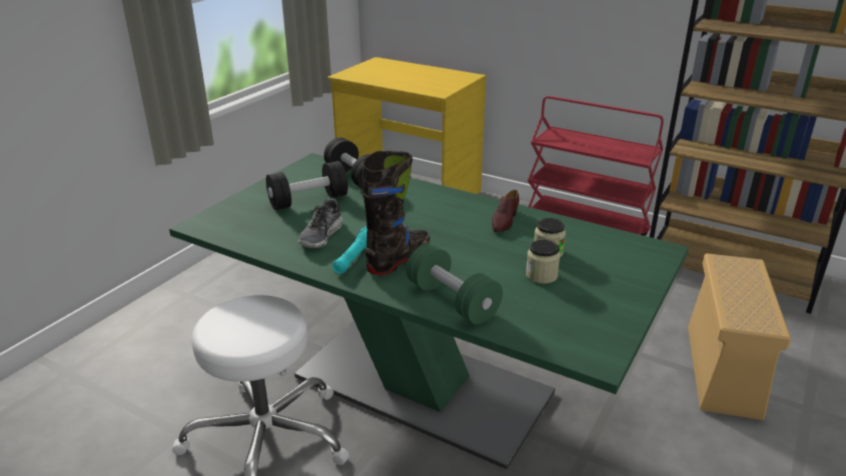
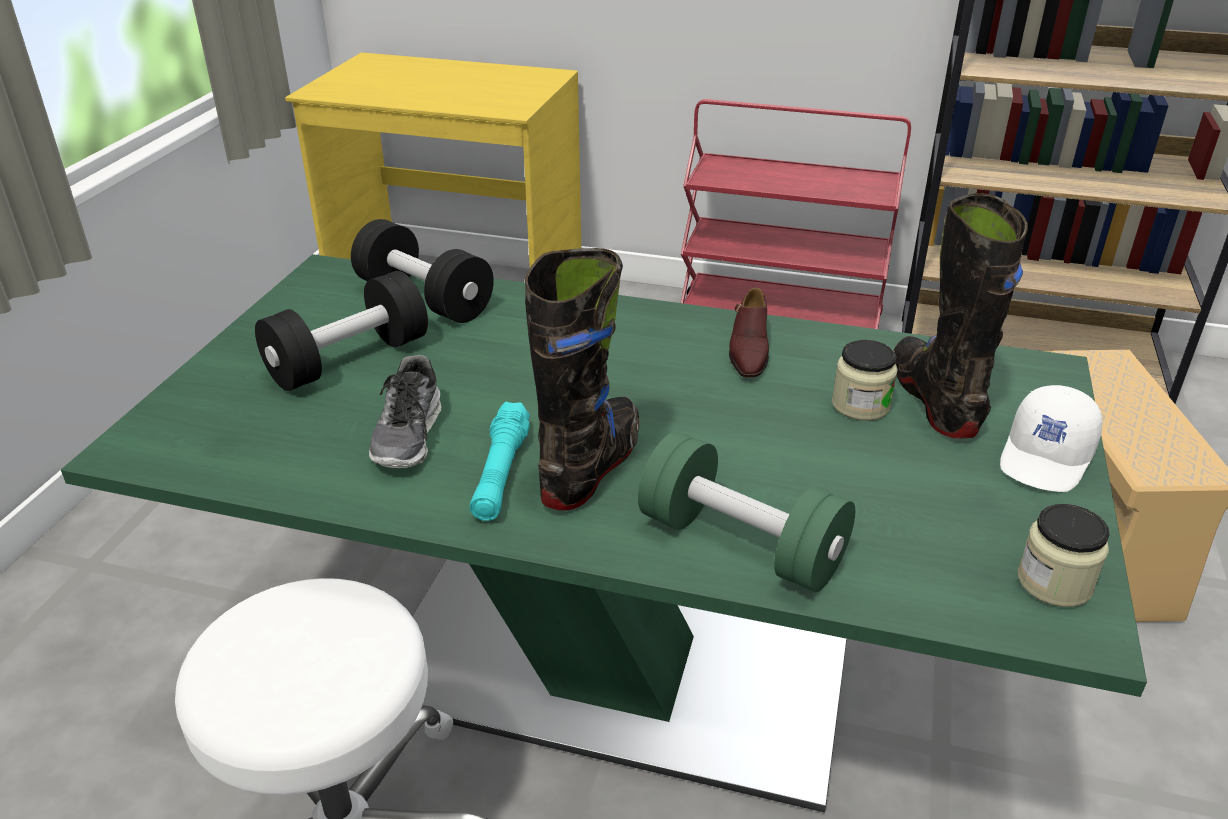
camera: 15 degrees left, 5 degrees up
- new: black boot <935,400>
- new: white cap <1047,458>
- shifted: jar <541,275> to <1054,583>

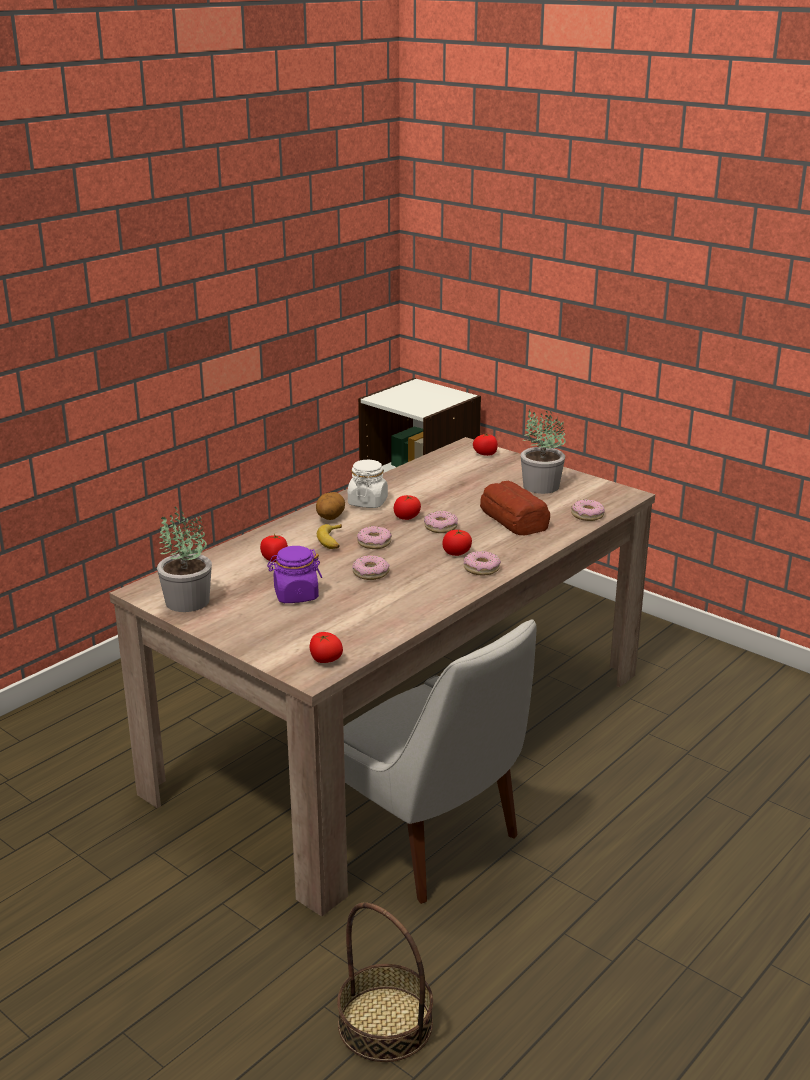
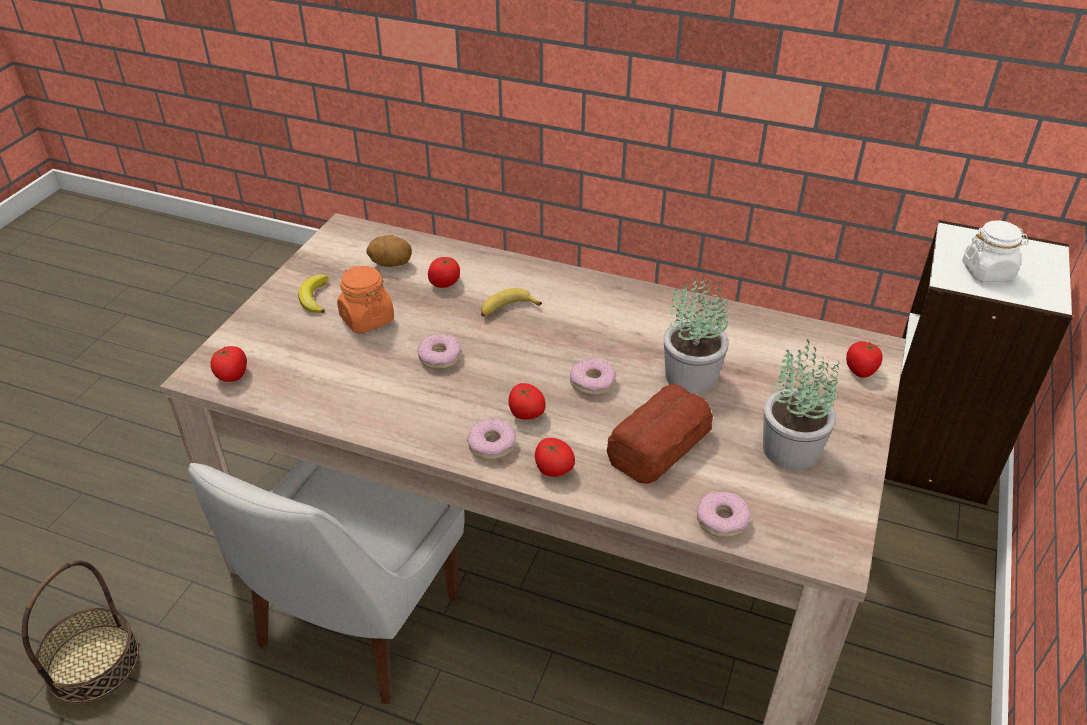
camera: 70 degrees right, 15 degrees up
- gone: donut <374,543>
- new: banana <314,297>
- shifted: potted plant <186,601> to <690,375>
- shifted: potato <330,518> to <391,264>
- shifted: white jar <367,502> to <987,272>
- shifted: tomato <407,517> to <553,469>
- repainted: purple jar <296,595> to orange jar <367,319>

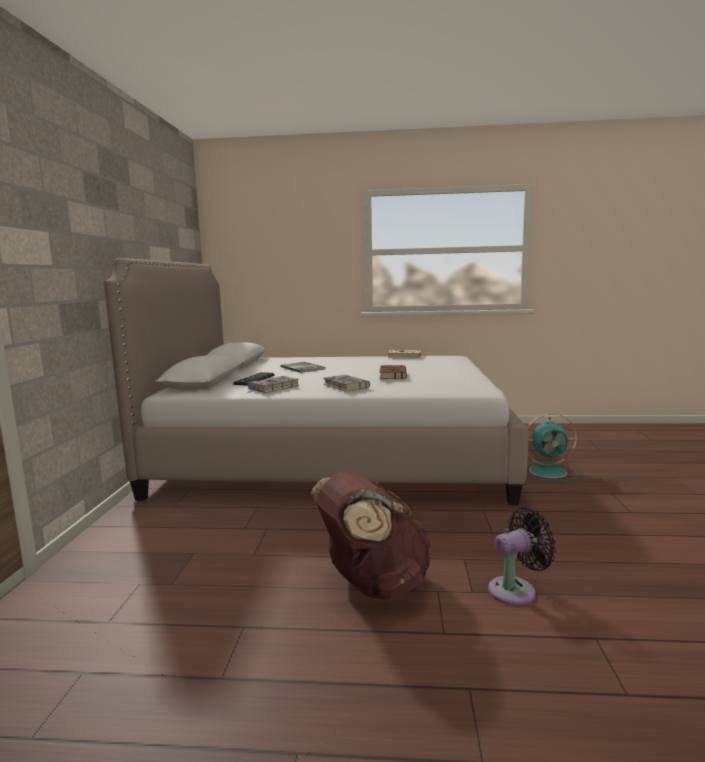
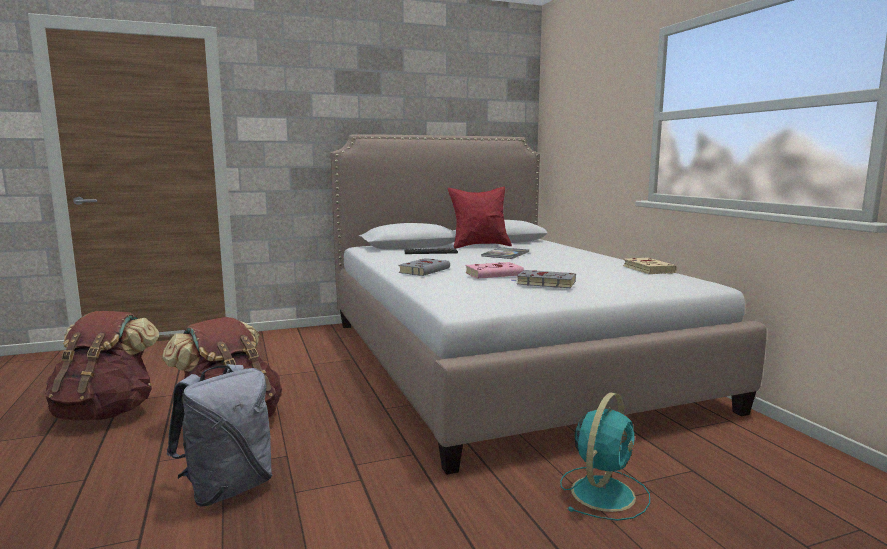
camera: 65 degrees right, 0 degrees up
- new: brown backpack <106,412>
- new: red pillow <479,246>
- shifted: grey book <273,388> to <544,283>
- swapped: black fan <516,590> to grey backpack <228,488>
- repainted: brown book <392,375> to pink book <495,274>
- rotated: turquoise fan <549,471> = <604,492> 120 degrees counterclockwise

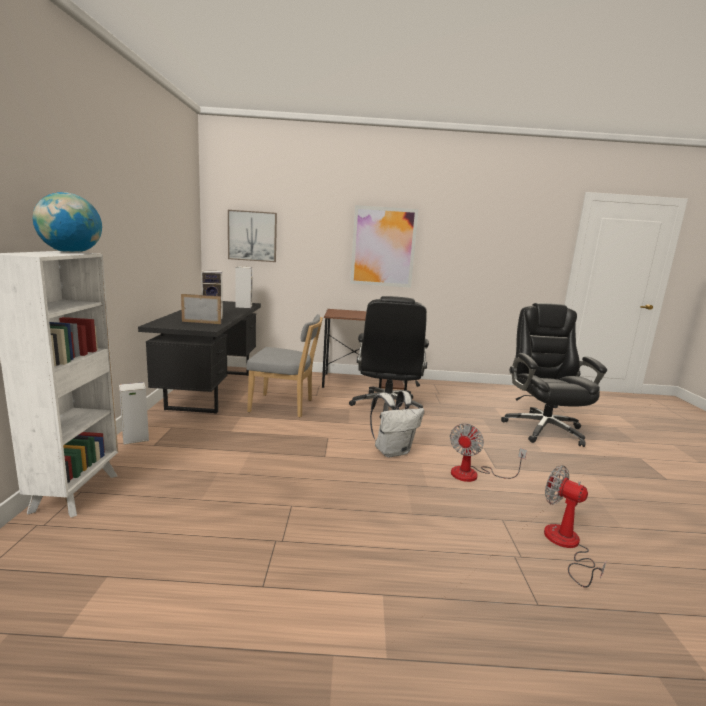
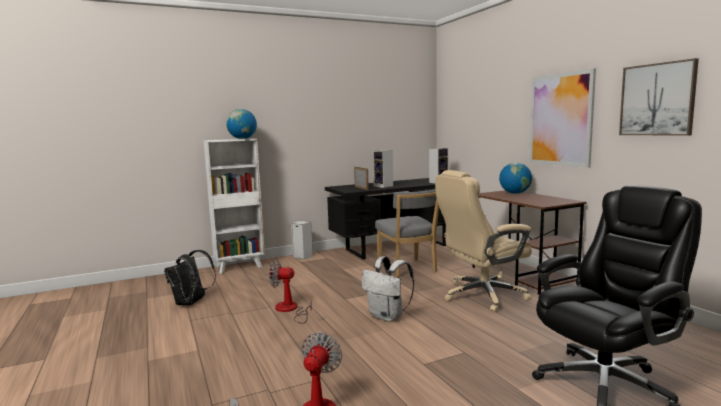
camera: 65 degrees right, 5 degrees down
- new: black backpack <191,303>
- new: globe <515,193>
- shifted: picture <252,236> to <657,99>
- shifted: fan <473,474> to <290,310>
- repainted: black office chair <387,407> to beige office chair <482,295>

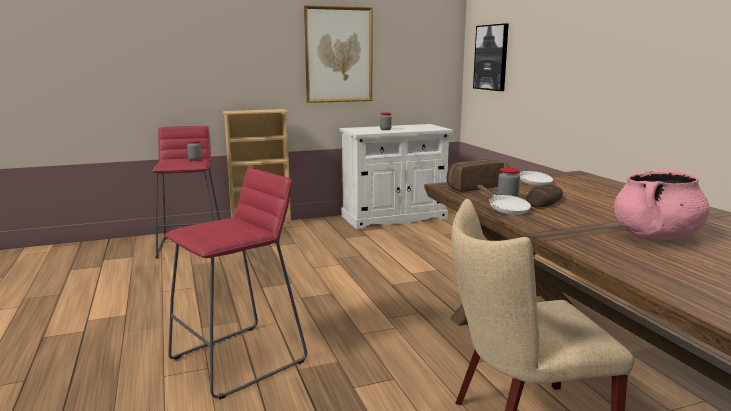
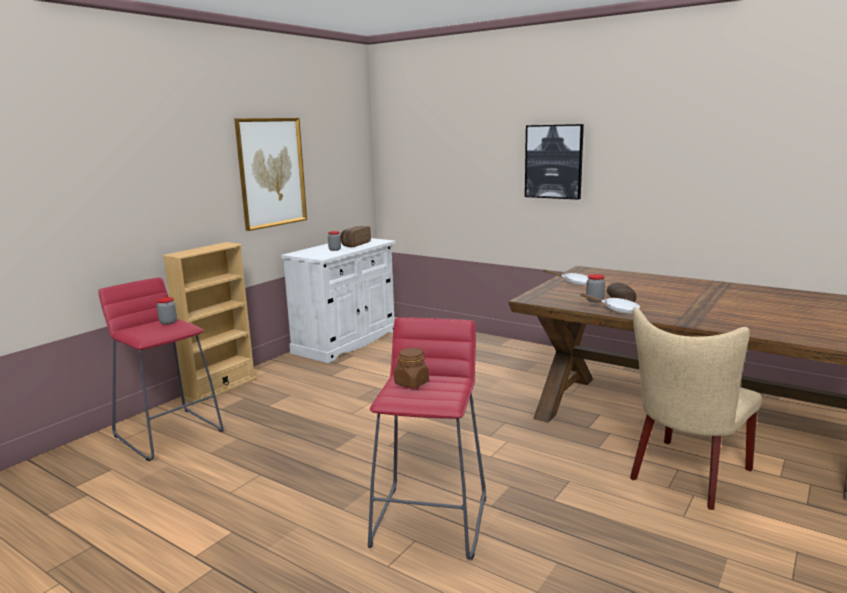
camera: 35 degrees left, 0 degrees up
- gone: pink cooking pot <655,236>
- new: brown jar <411,383>
- shifted: bread <472,187> to <354,244>
- shifted: picture <491,57> to <554,161>

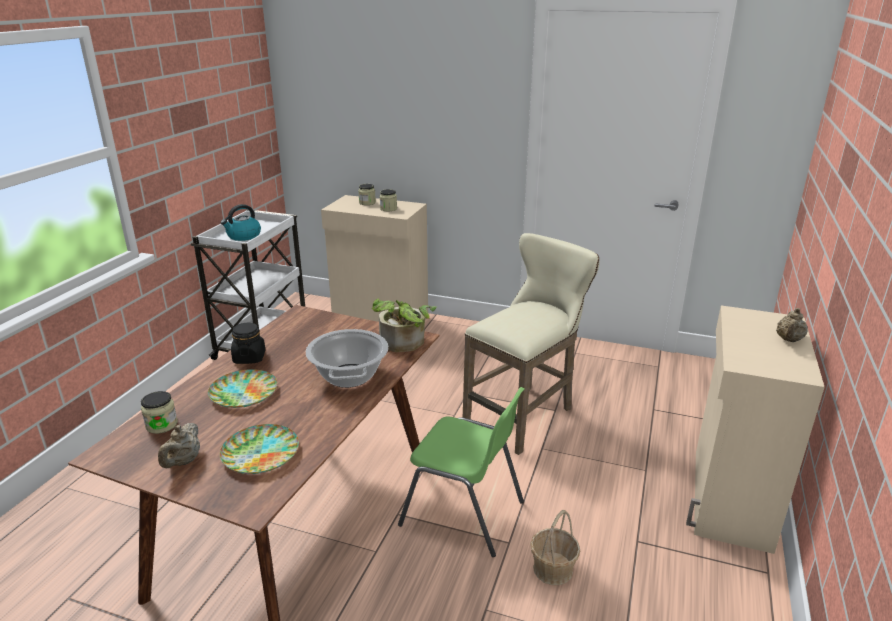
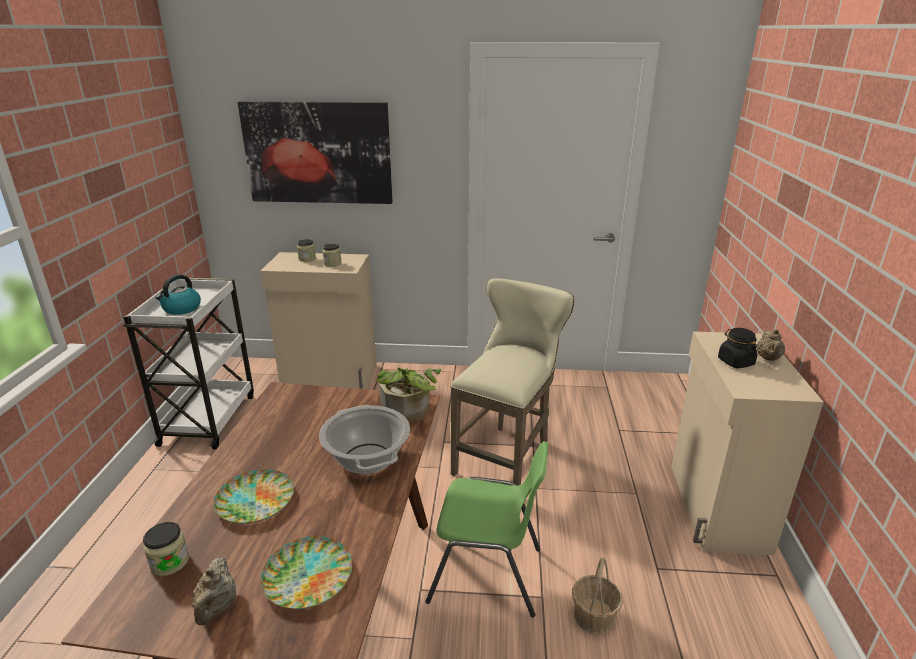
camera: 15 degrees left, 0 degrees up
- new: picture <318,153>
- shifted: black jar <249,357> to <735,362>

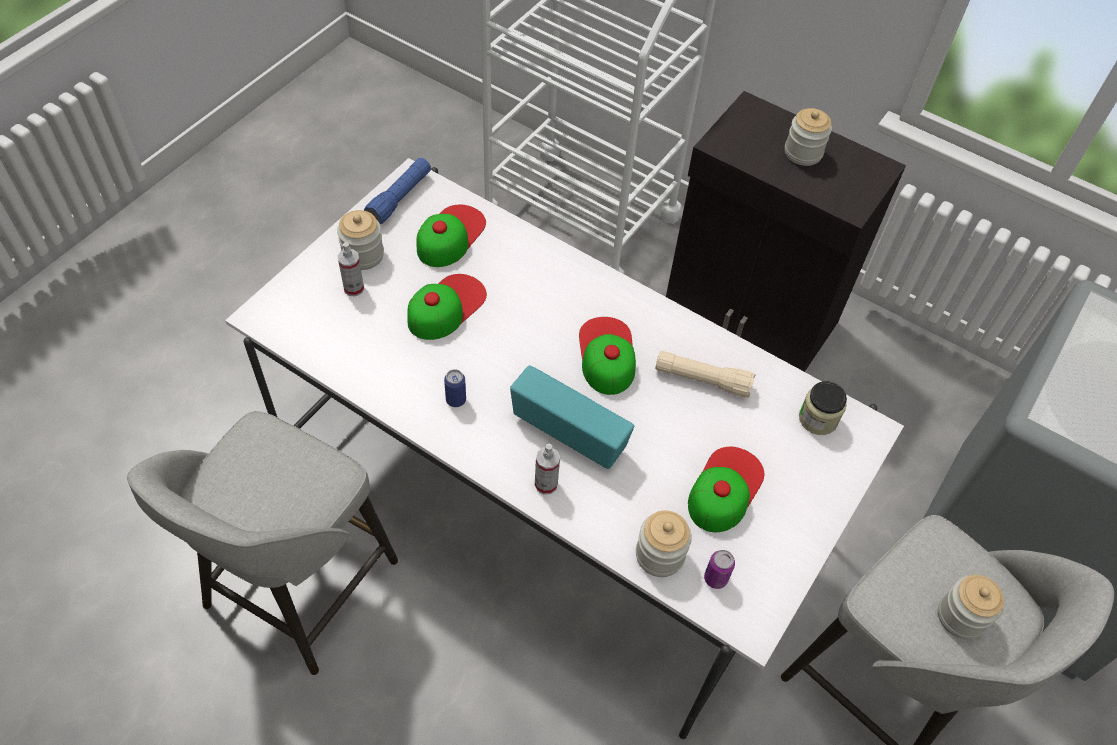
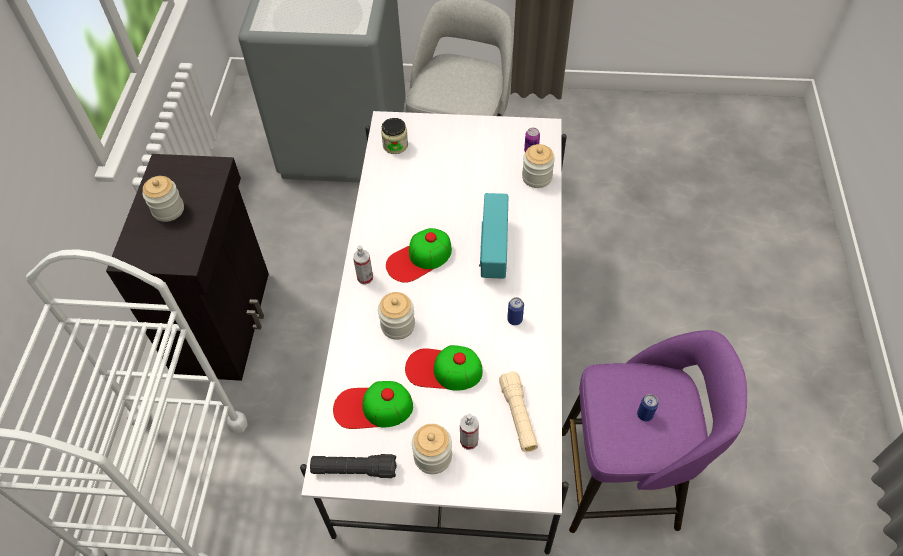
camera: 115 degrees left, 0 degrees up
- gone: cap <724,489>
- new: can <644,415>
- shifted: spray bottle <546,484> to <365,278>
- shifted: beige flashlight <702,380> to <518,416>
- shifted: jar <961,616> to <398,325>
- repainted: grey stool <297,588> to purple stool <623,479>
- repainted: blue flashlight <400,198> to black flashlight <354,469>

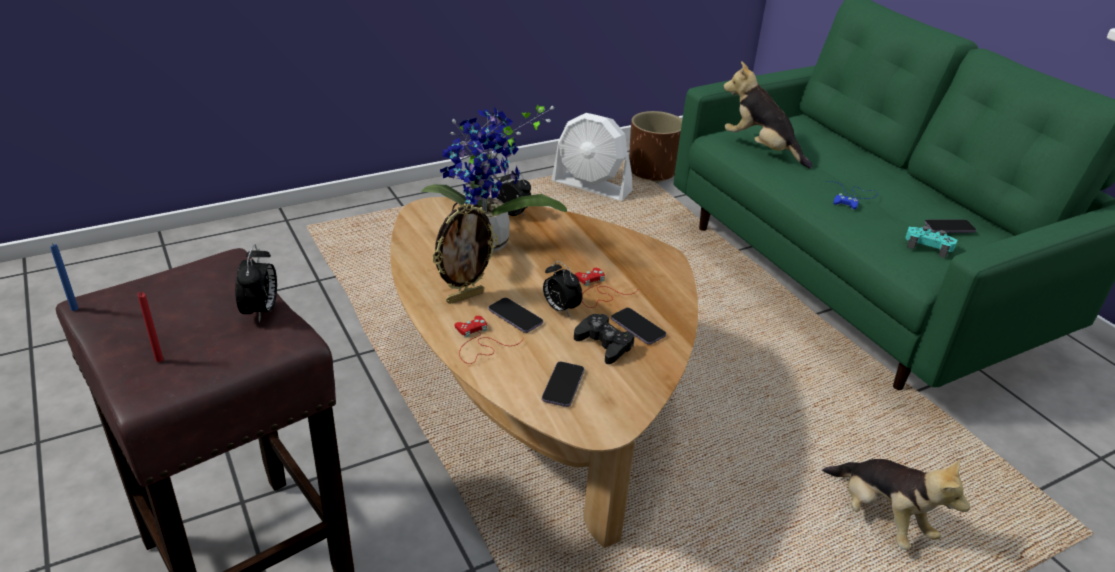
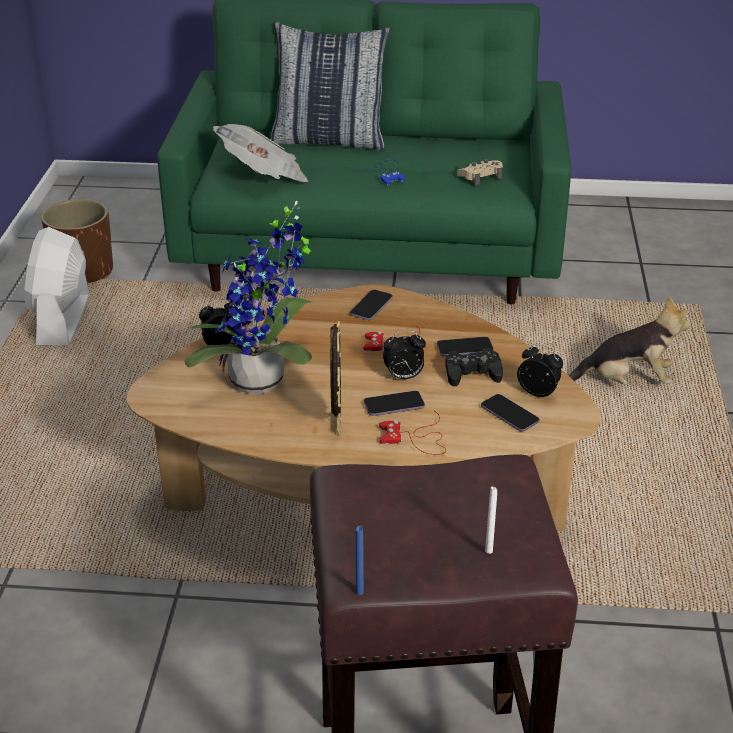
camera: 55 degrees left, 0 degrees up
- new: pillow <329,140>
- shifted: alarm clock <261,311> to <538,392>
- shifted: phone <949,228> to <371,306>
- swapped: plush toy <761,149> to newspaper <264,176>
- repainted: red candle <159,359> to white candle <488,551>
- repainted: turquoise game controller <928,246> to beige game controller <480,177>
- rotated: white fan <591,187> = <63,320> 120 degrees clockwise

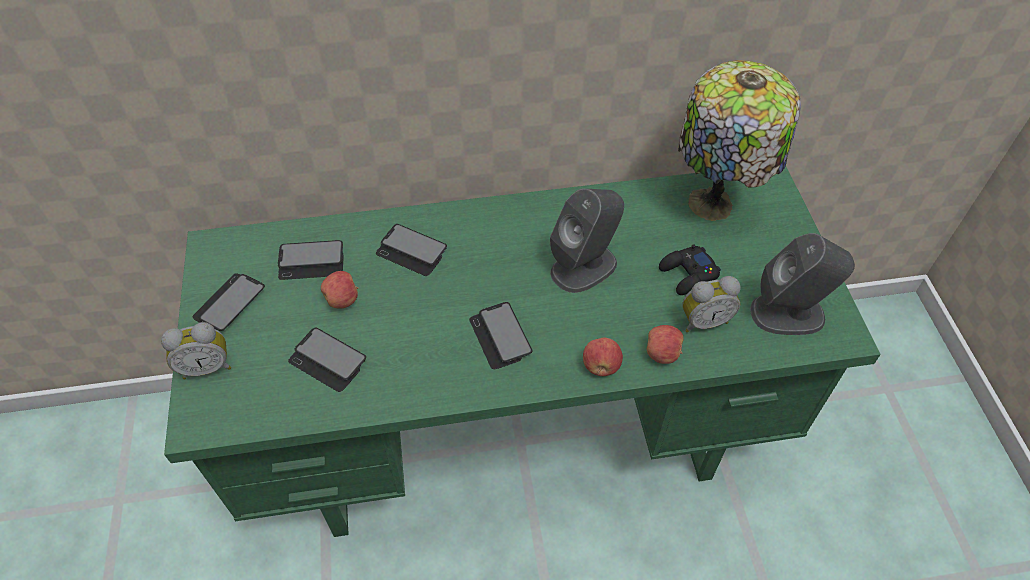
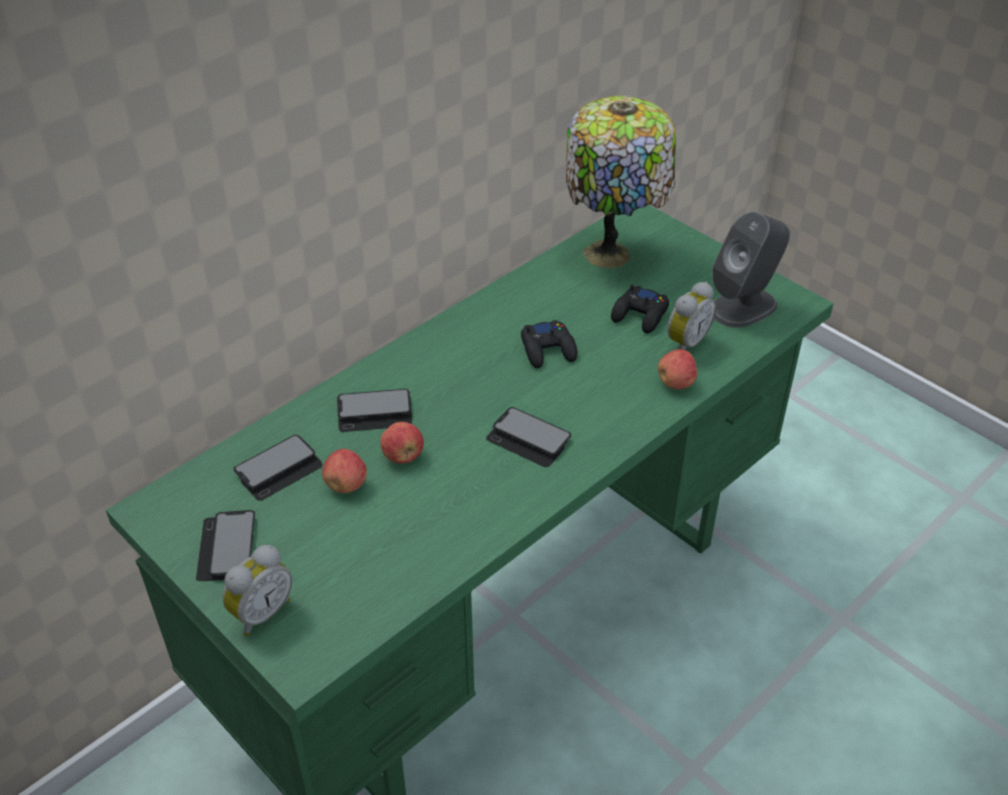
camera: 35 degrees left, 10 degrees down
- gone: phone <327,361>
- shifted: apple <601,366> to <403,456>
- swapped: grey speaker <584,267> to black game controller <548,350>

